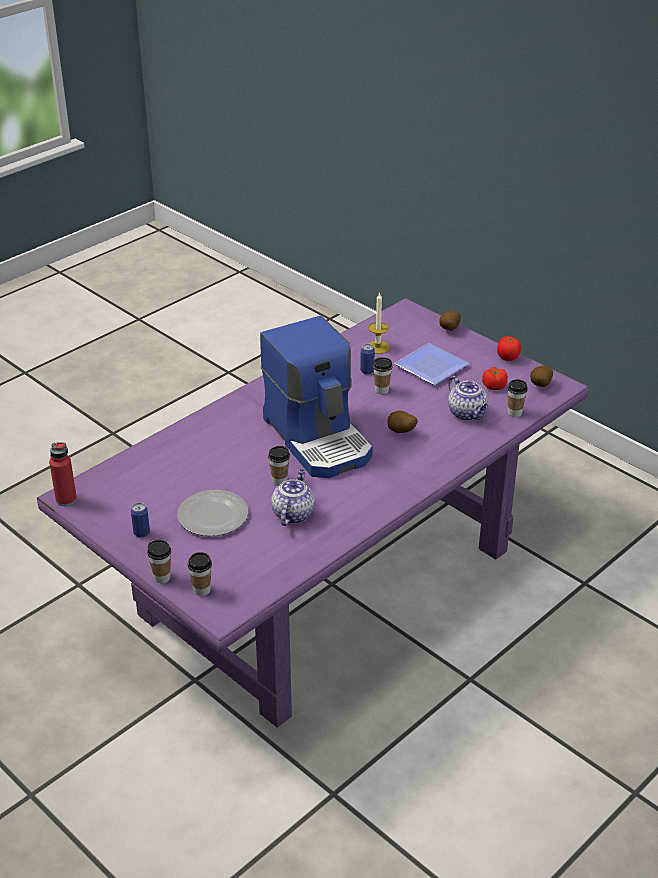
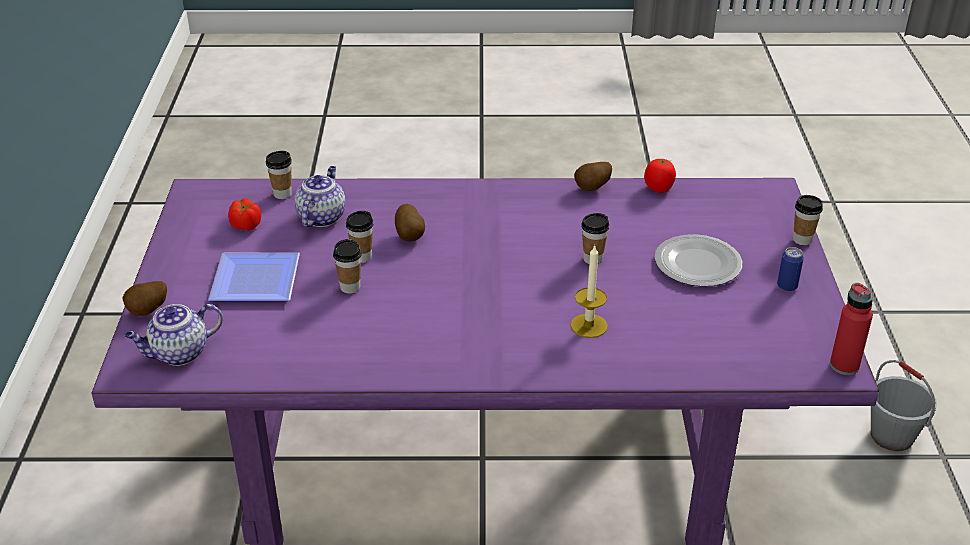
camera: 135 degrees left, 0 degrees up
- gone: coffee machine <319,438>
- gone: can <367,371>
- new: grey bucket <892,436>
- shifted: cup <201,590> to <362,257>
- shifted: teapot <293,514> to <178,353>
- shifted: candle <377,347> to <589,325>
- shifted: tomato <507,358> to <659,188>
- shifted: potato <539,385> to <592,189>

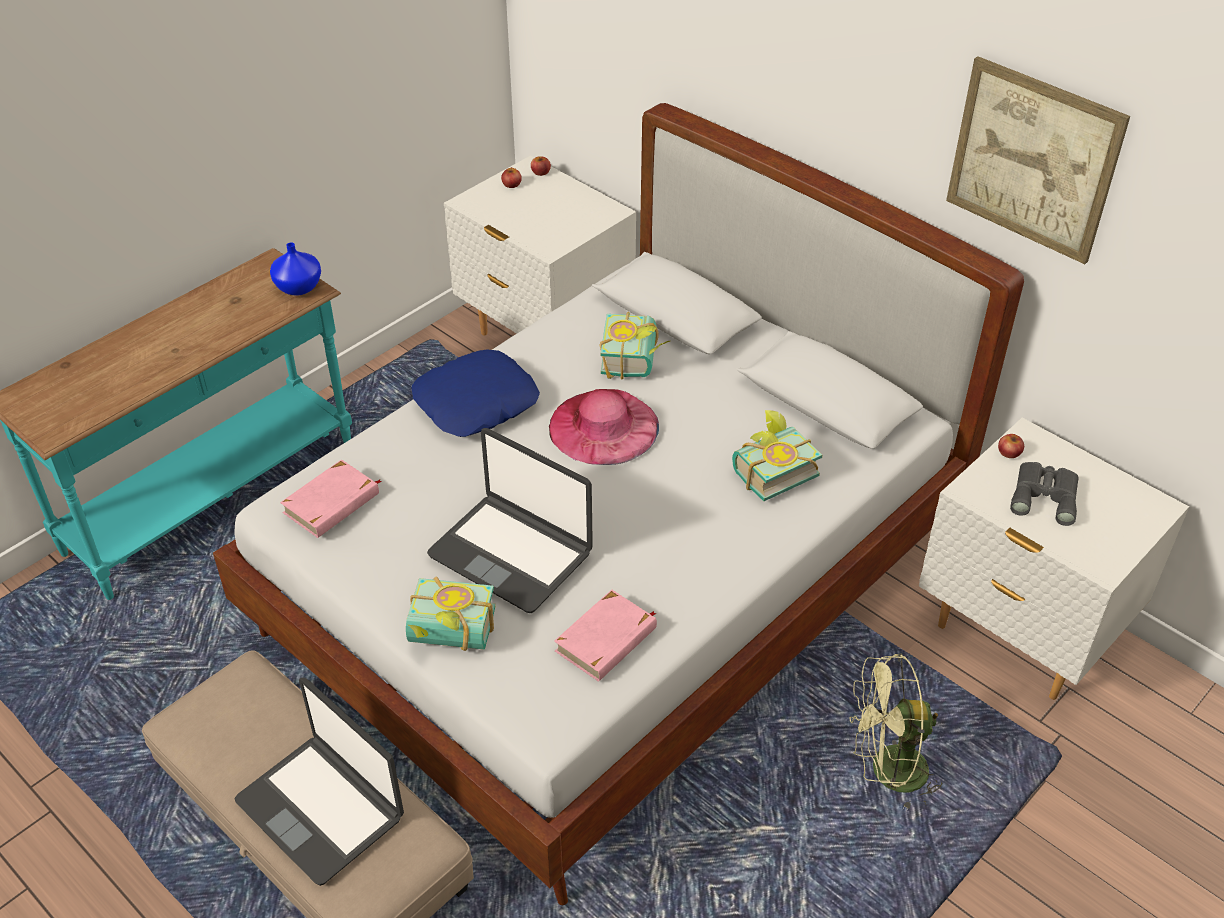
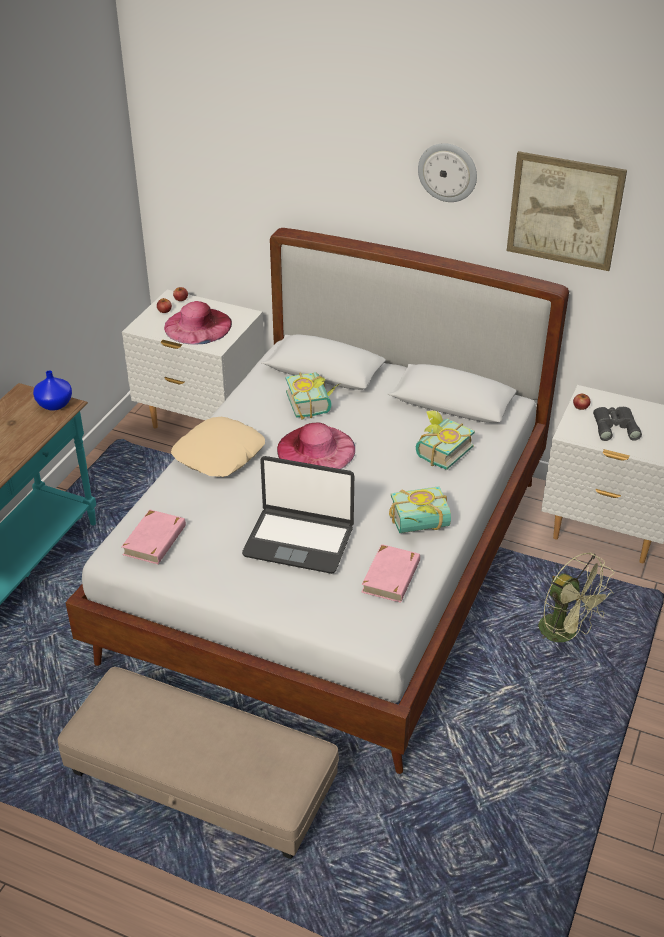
camera: 20 degrees left, 5 degrees down
- gone: laptop <322,808>
- new: pink hat <198,325>
- new: wall clock <448,172>
- shifted: book <450,637> to <421,526>
- repainted: blue pillow <477,403> to beige pillow <219,455>
- rotated: green fan <887,773> = <565,633> 105 degrees counterclockwise

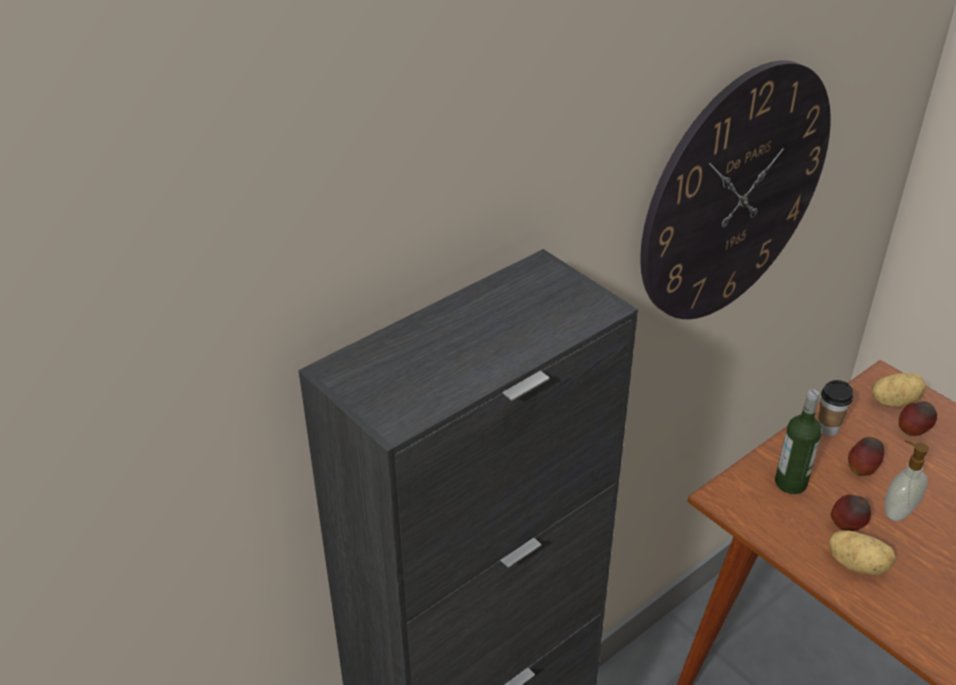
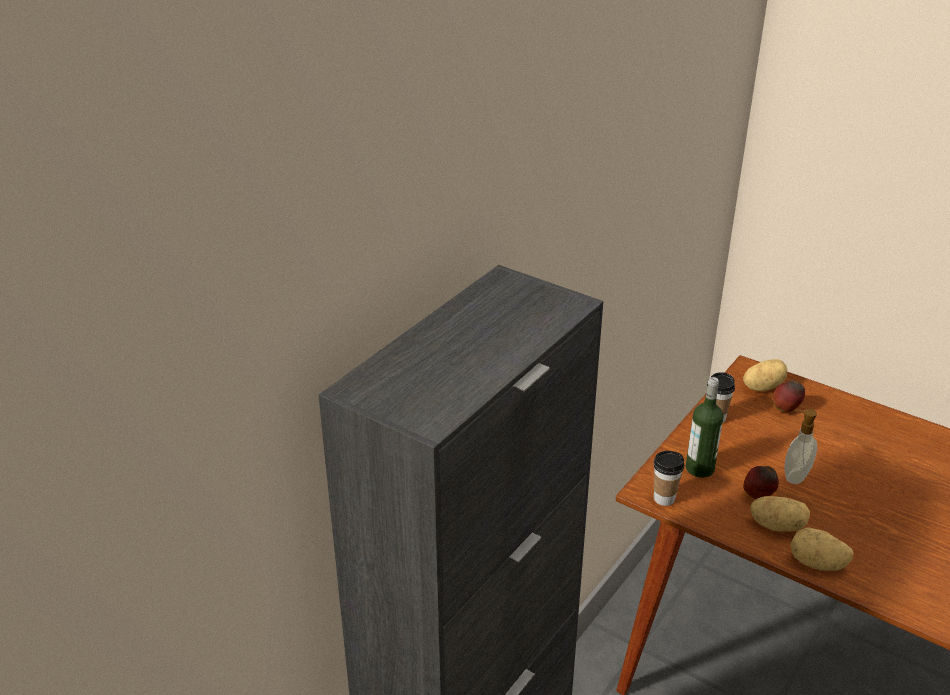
camera: 15 degrees left, 5 degrees down
- gone: wall clock <735,194>
- gone: apple <862,470>
- new: cup <664,498>
- new: potato <817,564>

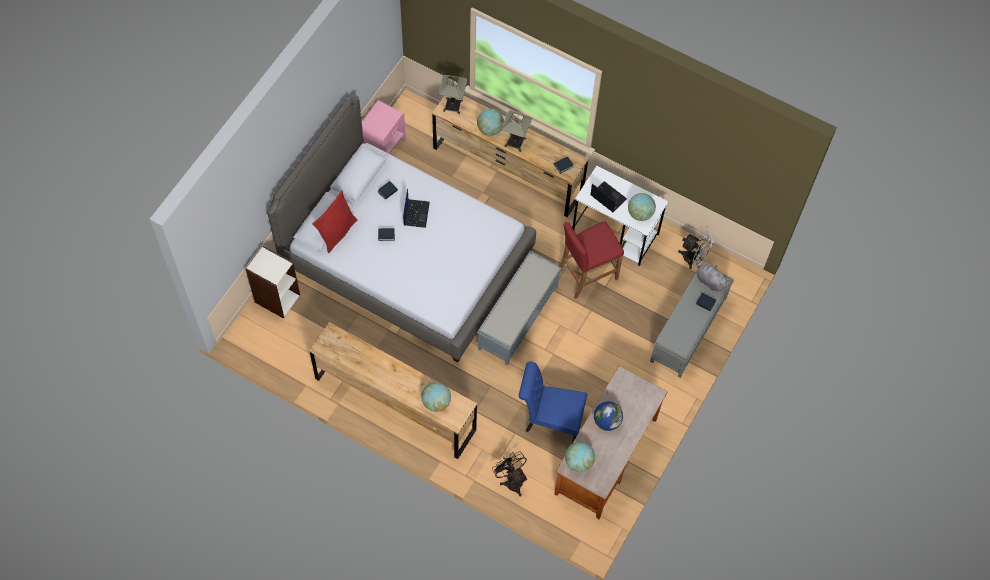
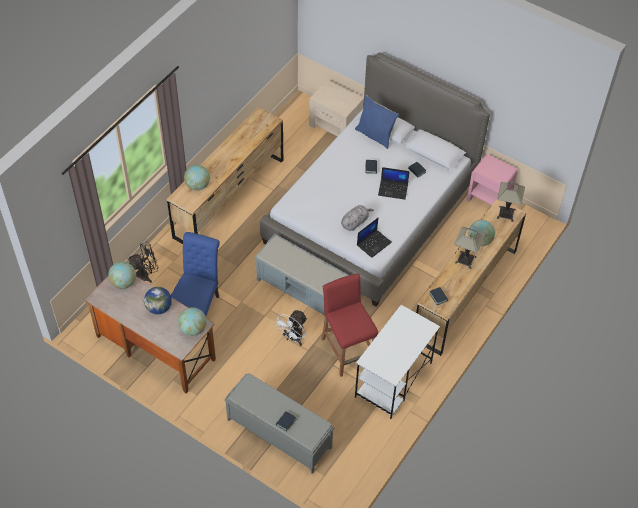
camera: 95 degrees right, 10 degrees down
- shifted: laptop <607,197> to <374,243>
- shifted: globe <640,213> to <193,329>
- shifted: white fan <693,259> to <293,338>
- shifted: grey plush toy <709,280> to <355,222>
- swapped: bookcase <277,298> to beige nightstand <336,125>
- repainted: red pillow <336,232> to blue pillow <375,135>

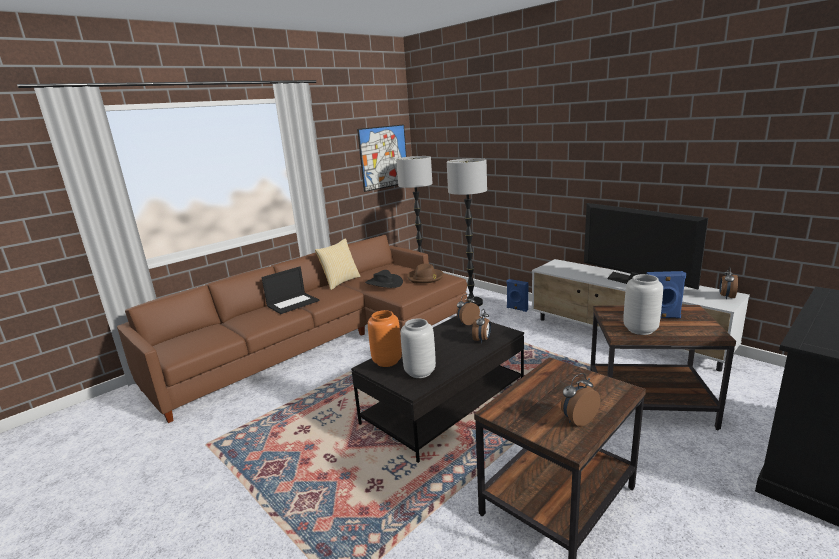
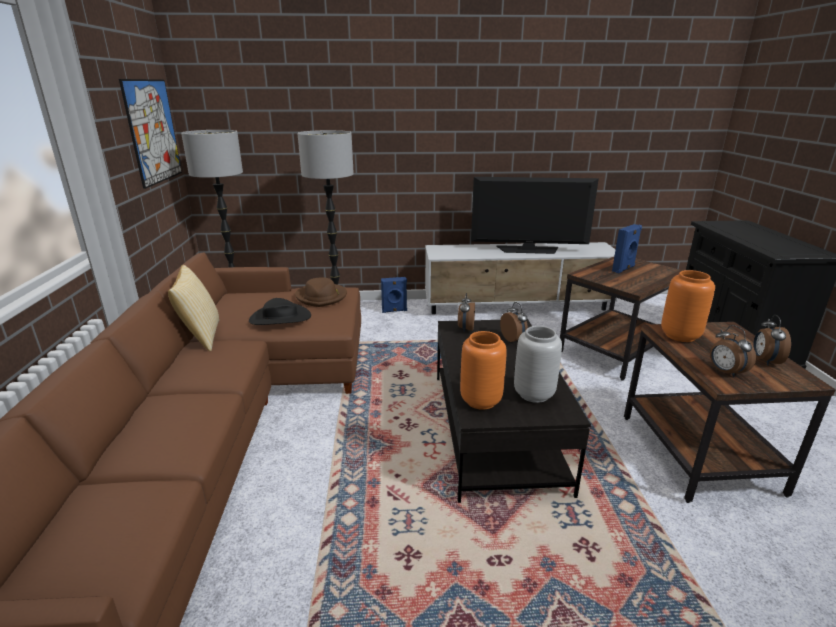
camera: 50 degrees left, 5 degrees up
- gone: laptop <293,303>
- gone: grey vase <640,330>
- new: orange vase <680,336>
- shifted: alarm clock <726,297> to <725,372>

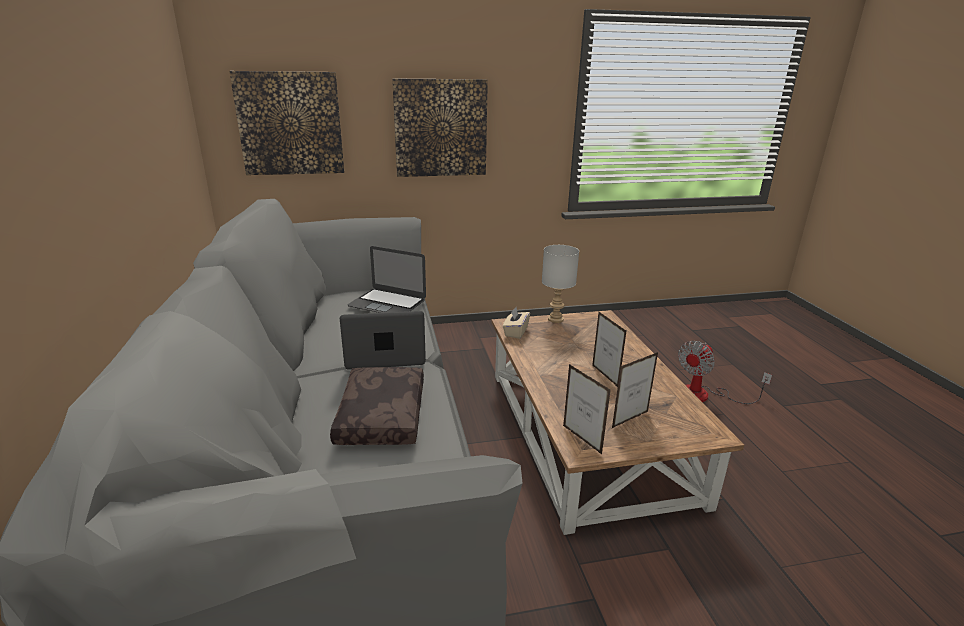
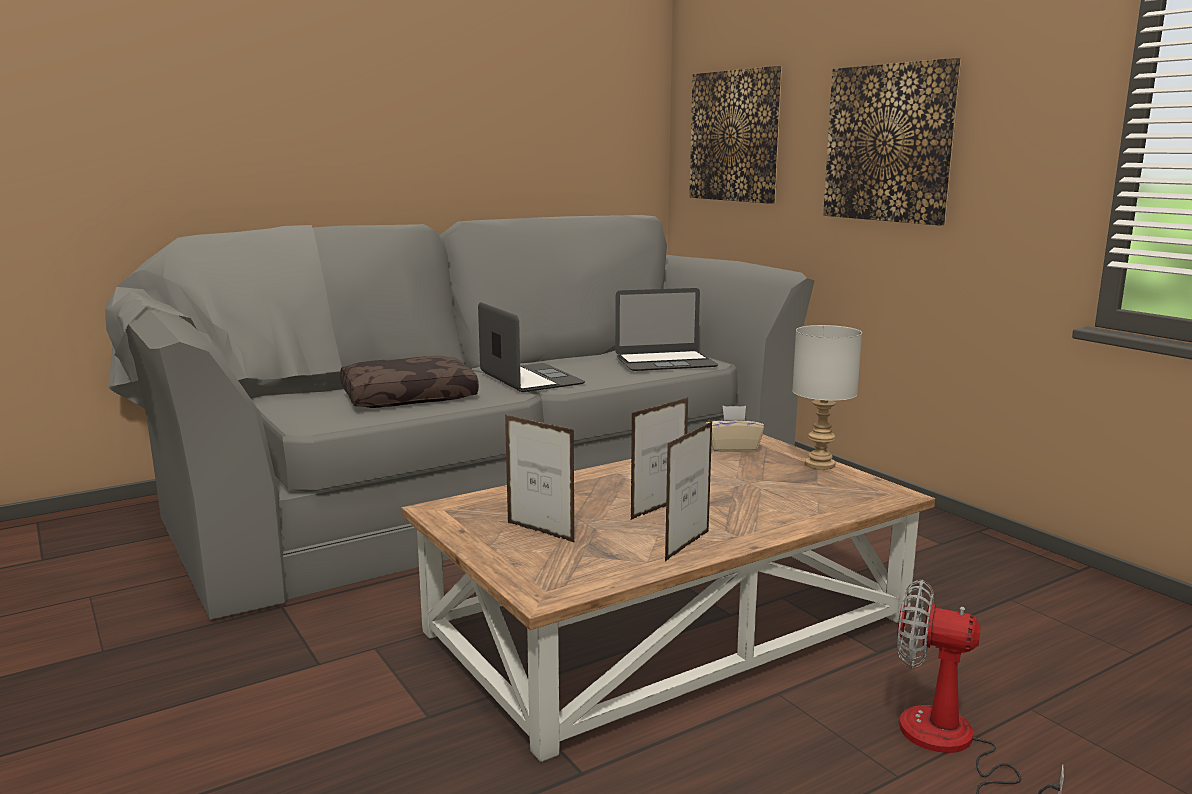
camera: 70 degrees right, 10 degrees down
- shifted: picture frame <581,439> to <687,546>
- rotated: laptop <387,303> = <665,361> 105 degrees counterclockwise

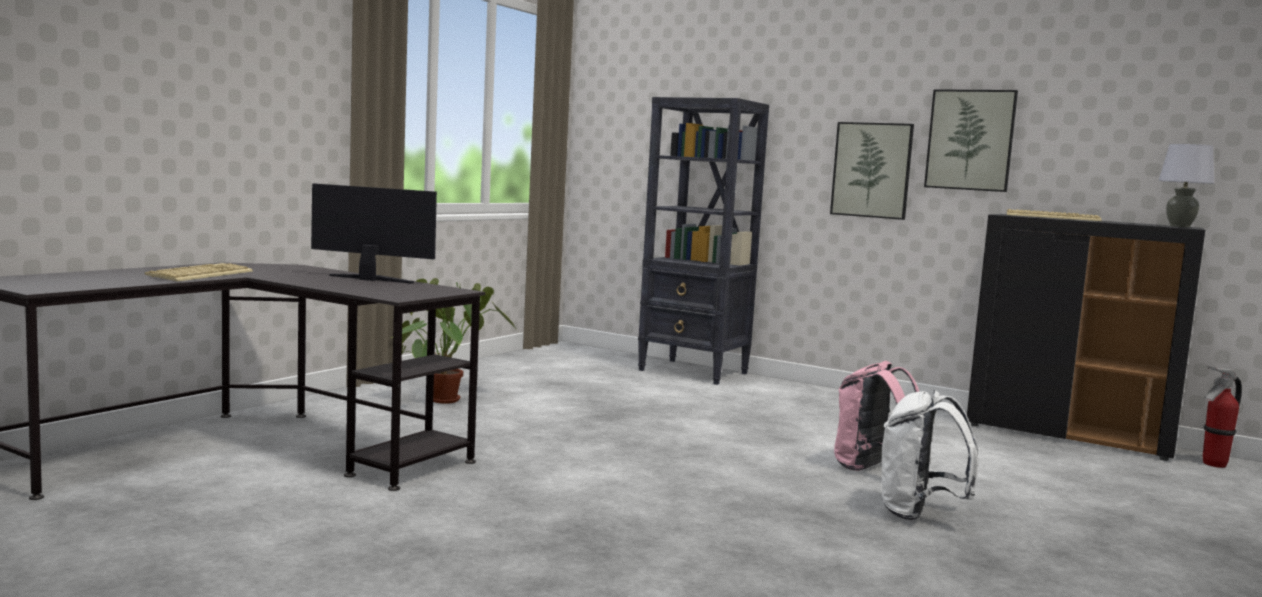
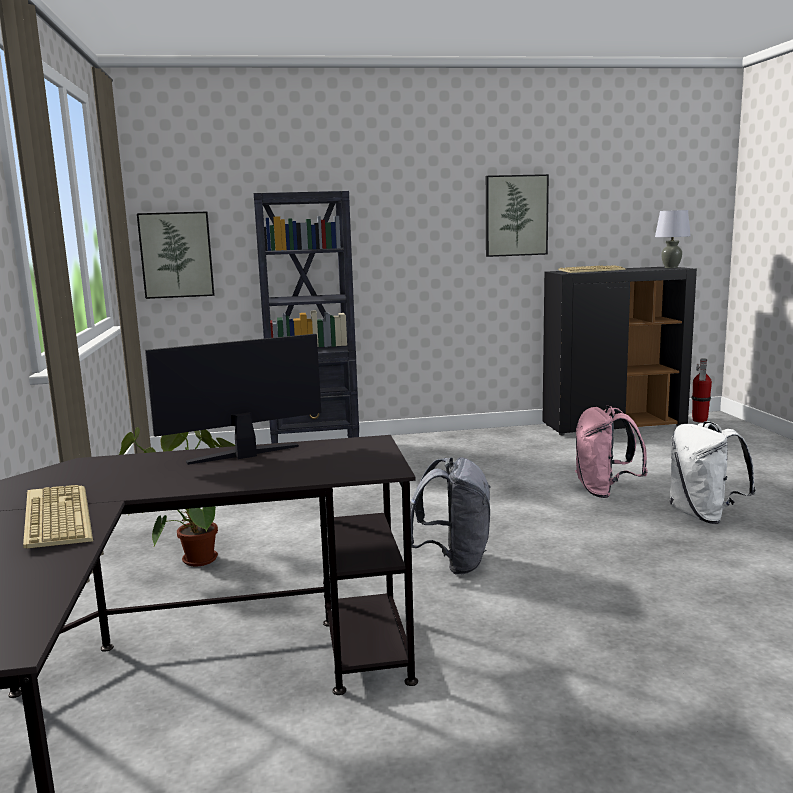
camera: 40 degrees left, 5 degrees up
- new: grey backpack <453,563>
- shifted: picture <872,170> to <176,255>

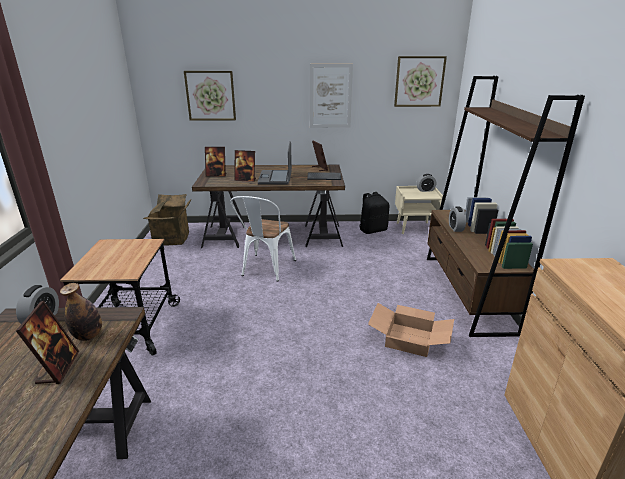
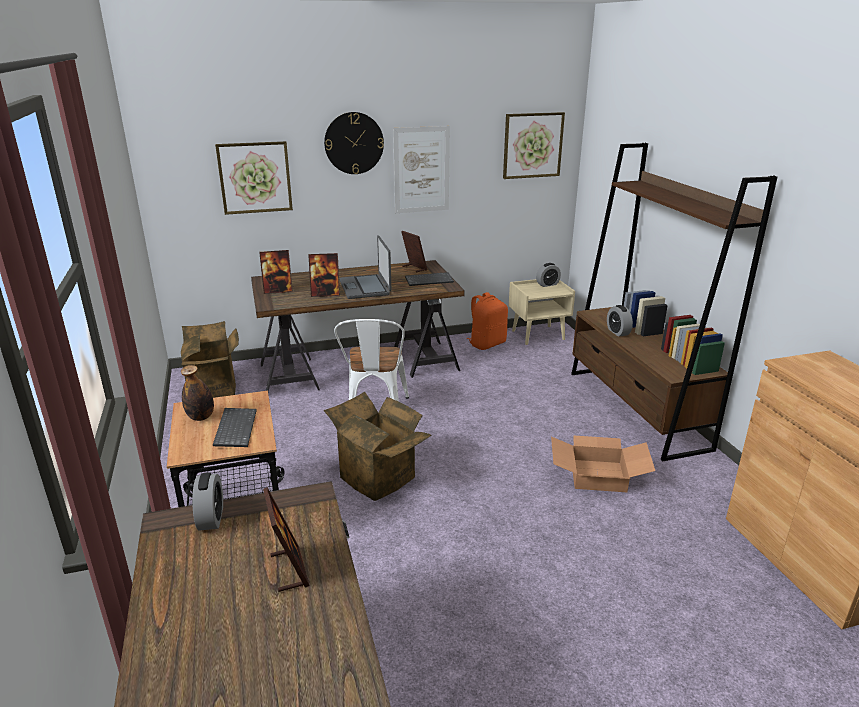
camera: 15 degrees left, 0 degrees up
- new: keyboard <234,428>
- new: wall clock <354,143>
- new: cardboard box <381,476>
- shifted: bottle <88,336> to <201,417>
- repainted: black backpack <373,230> to orange backpack <487,344>

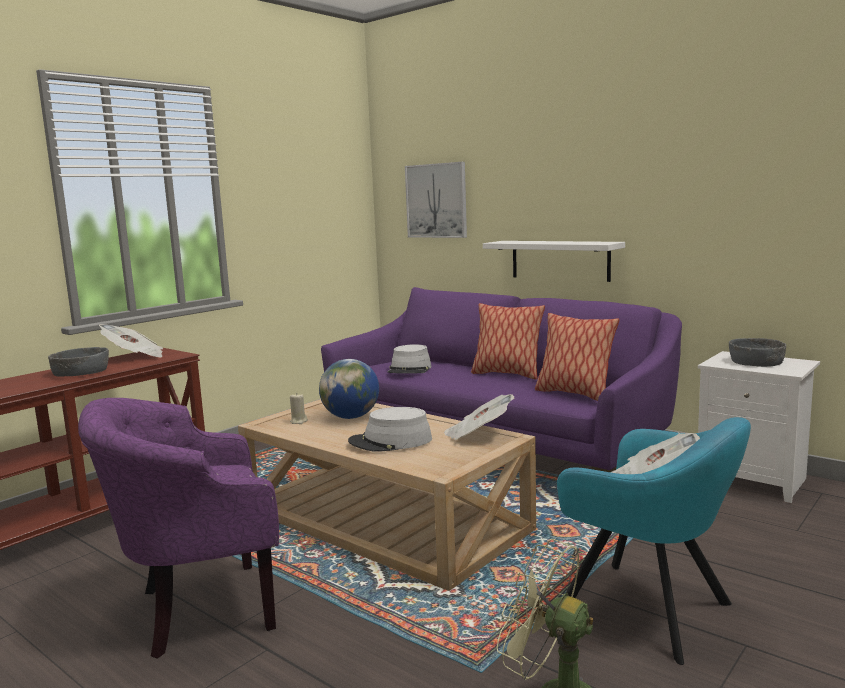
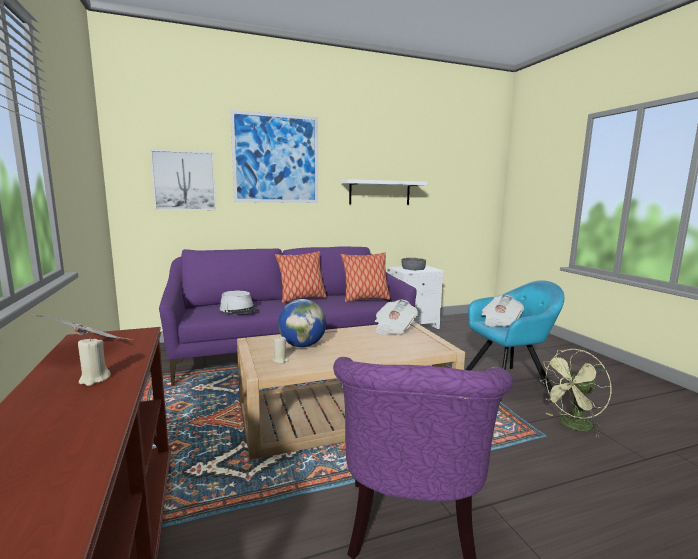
camera: 60 degrees left, 0 degrees up
- gone: grey hat <390,441>
- new: picture <276,159>
- shifted: white shelf <559,260> to <379,192>
- swapped: grey bowl <82,372> to beige candle <94,379>

